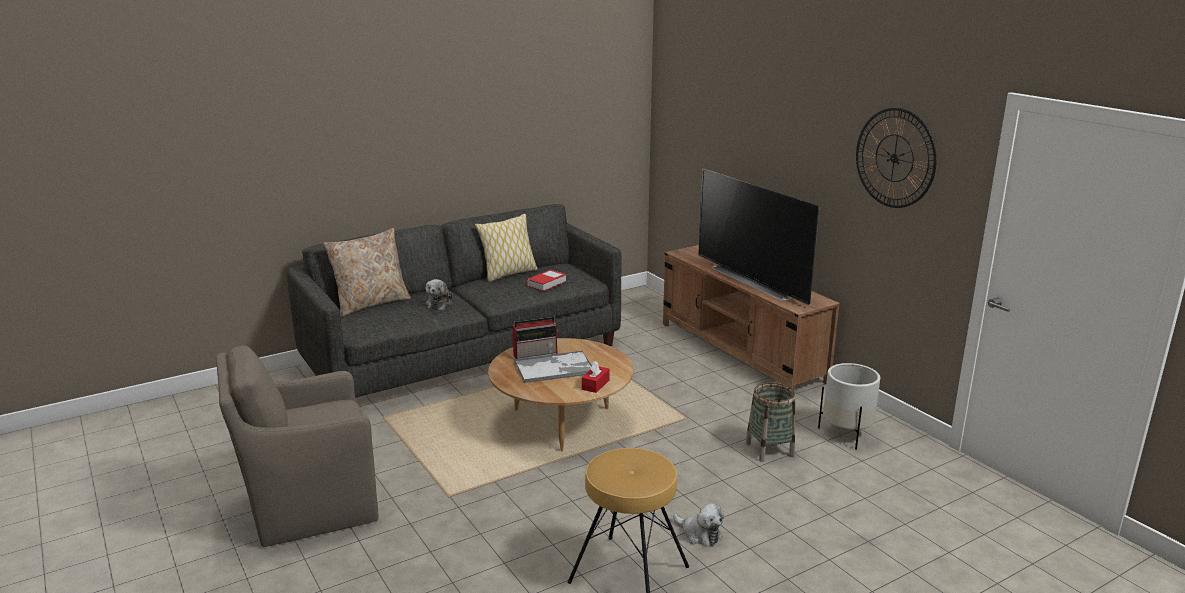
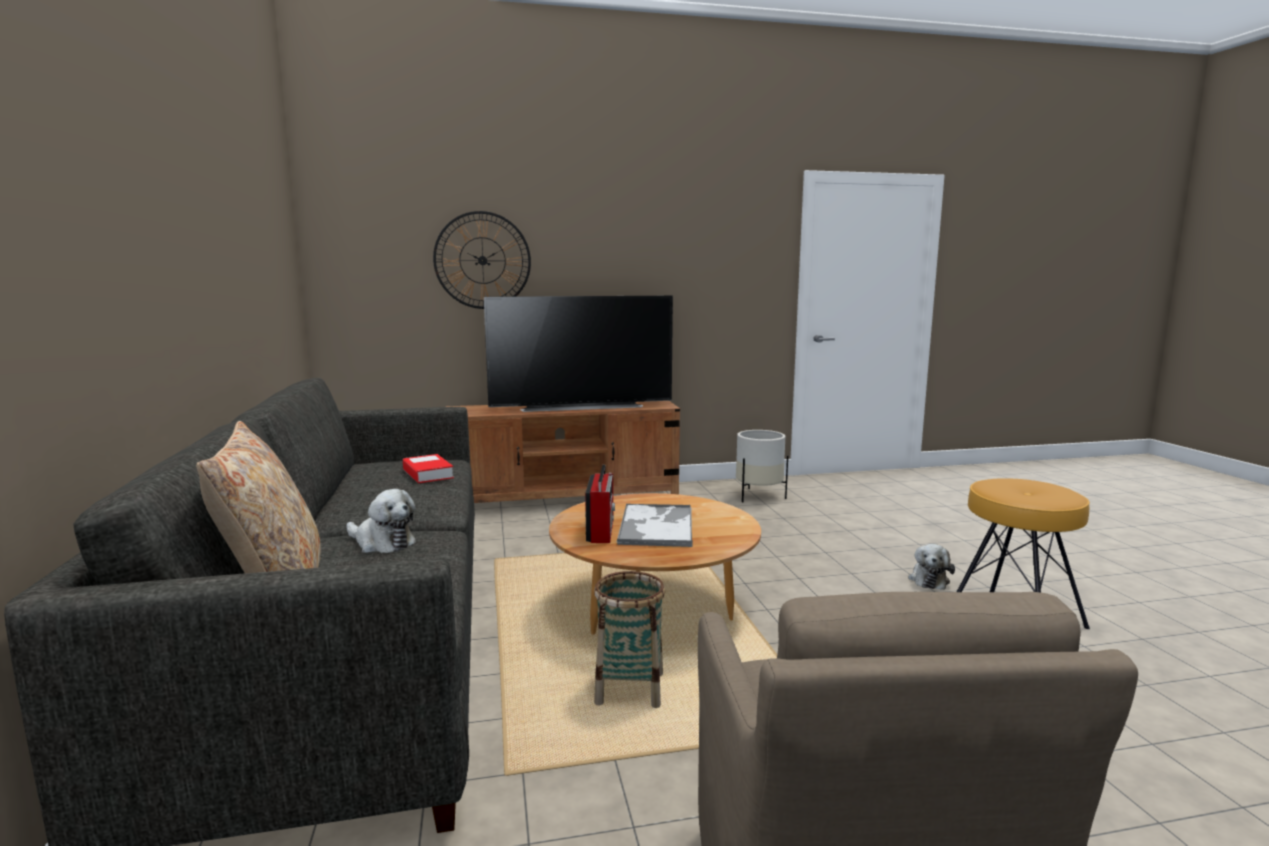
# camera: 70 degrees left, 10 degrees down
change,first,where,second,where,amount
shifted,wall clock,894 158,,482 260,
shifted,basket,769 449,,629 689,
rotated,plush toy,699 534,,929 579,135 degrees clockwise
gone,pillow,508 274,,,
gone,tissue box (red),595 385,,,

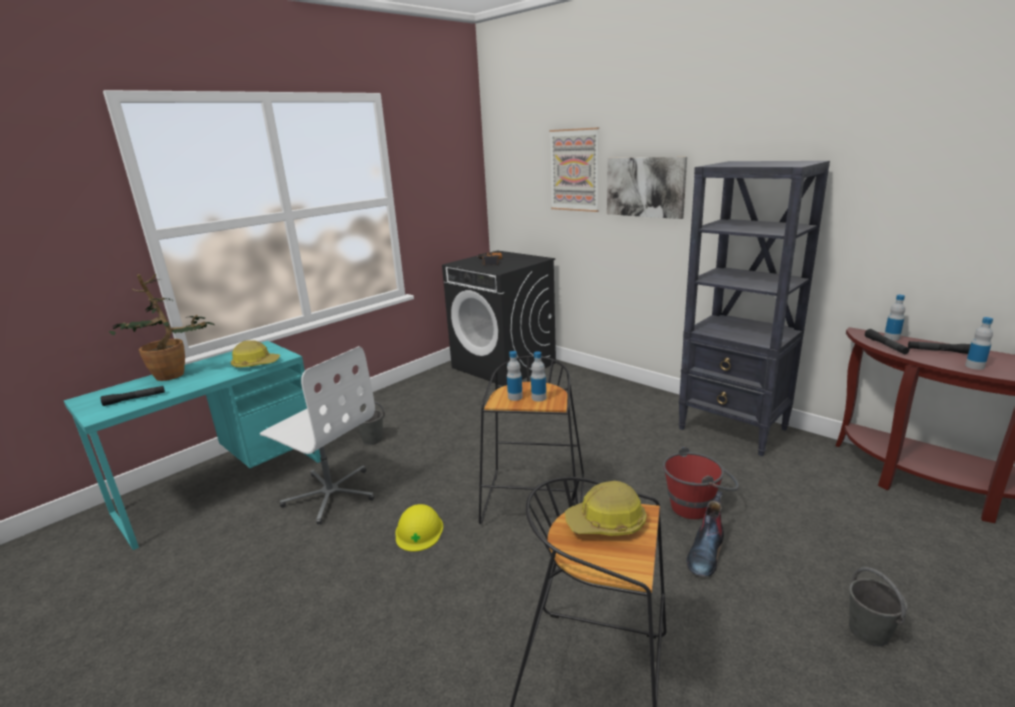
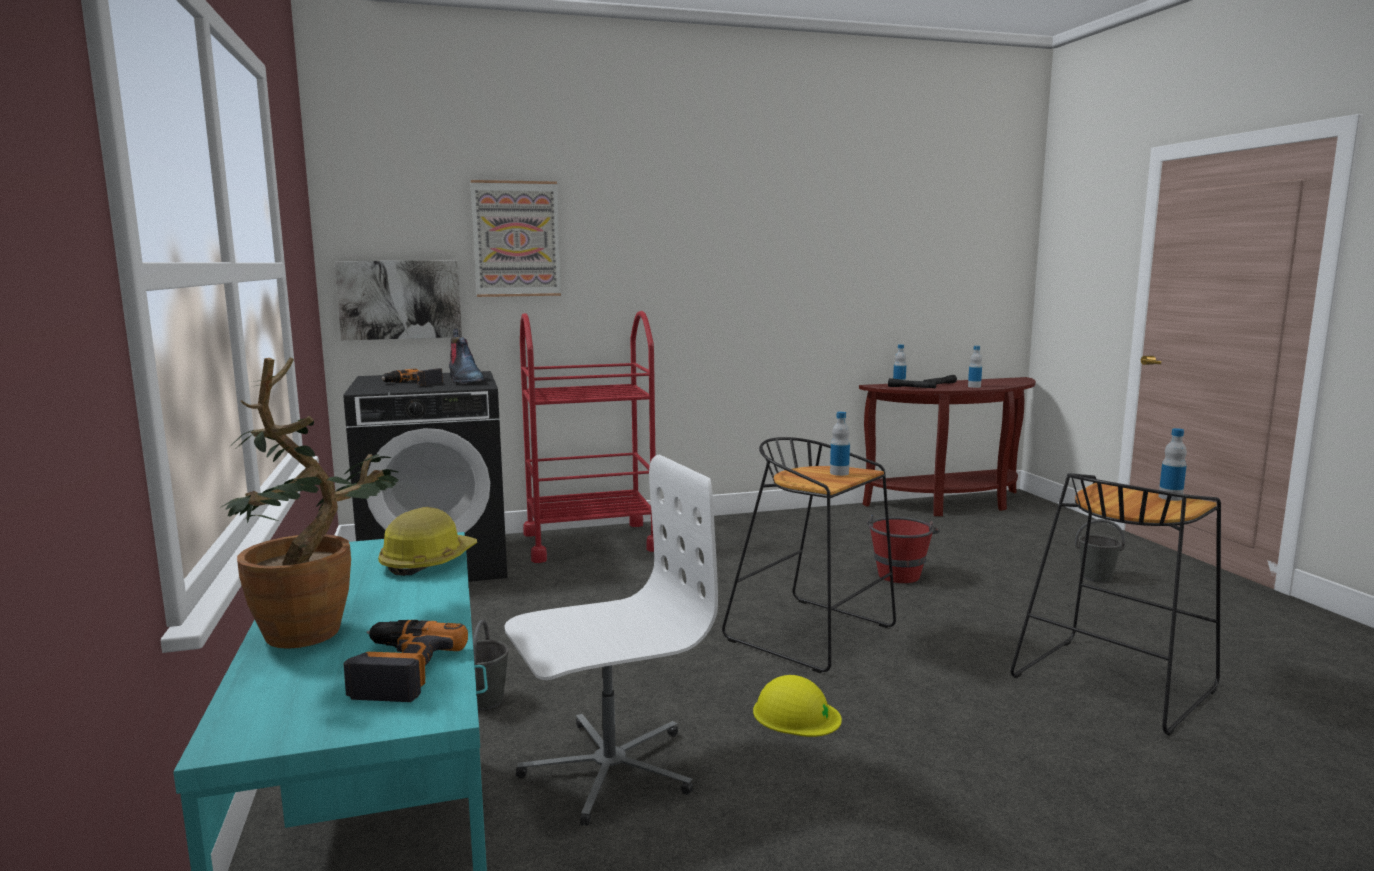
# camera: 60 degrees left, 10 degrees down
change,first,where,second,where,amount
shifted,picture,645 187,,400 299,
swapped,flashlight (black),135 399,power drill,396 669,
shifted,boot,705 553,,465 381,
new,,,cart (red),590 542,
shifted,bottle,515 397,,1170 497,
gone,hard hat,606 523,,,
gone,bookcase (black),733 429,,,

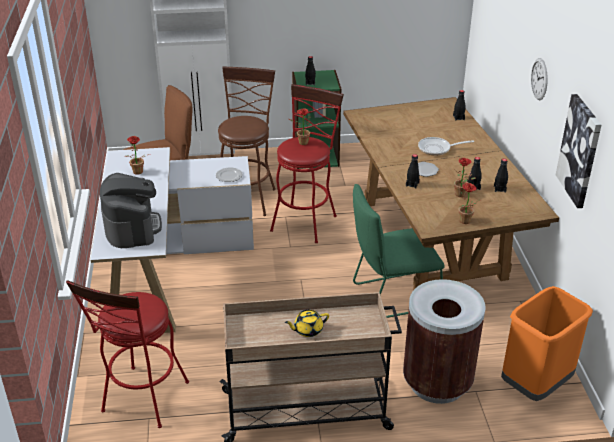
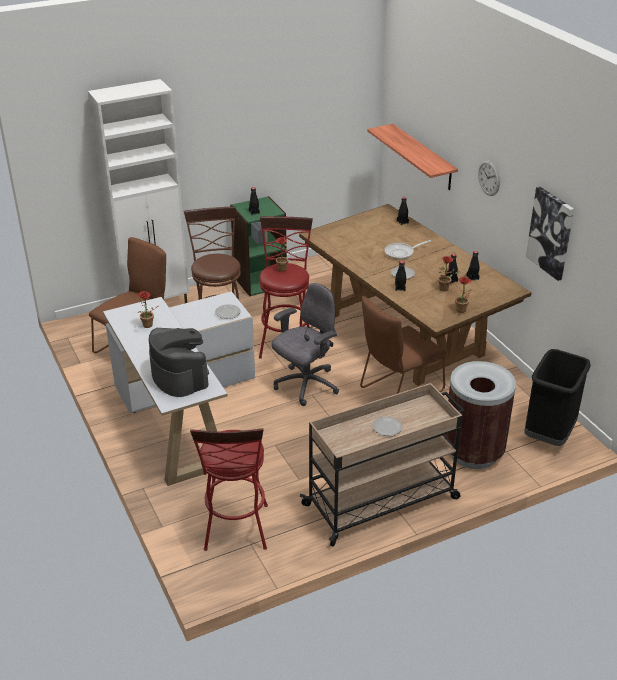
# camera: 20 degrees left, 0 degrees up
change,first,where,second,where,amount
new,,,office chair (grey),305 385,
repainted,chair (green),392 296,chair (brown),398 391,
new,,,shelf,423 157,
swapped,teapot (yellow),307 330,plate,387 427,
repainted,trash can (orange),535 384,trash can (black),548 434,

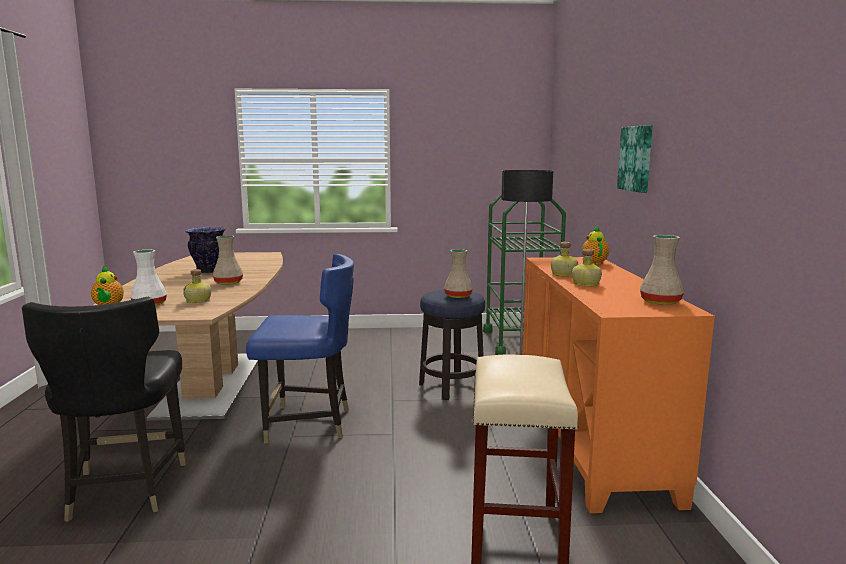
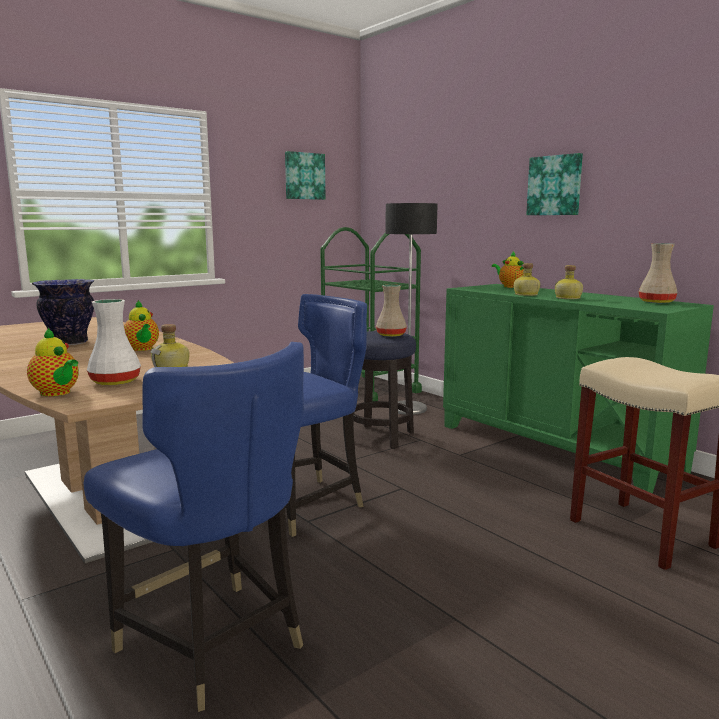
# camera: 35 degrees left, 0 degrees up
change,first,where,second,where,amount
repainted,chair (black),124 490,chair (blue),212 644,
swapped,vase (beige),228 283,teapot,142 349,
new,,,picture,304 176,
repainted,cabinet (orange),592 439,cabinet (green),555 447,

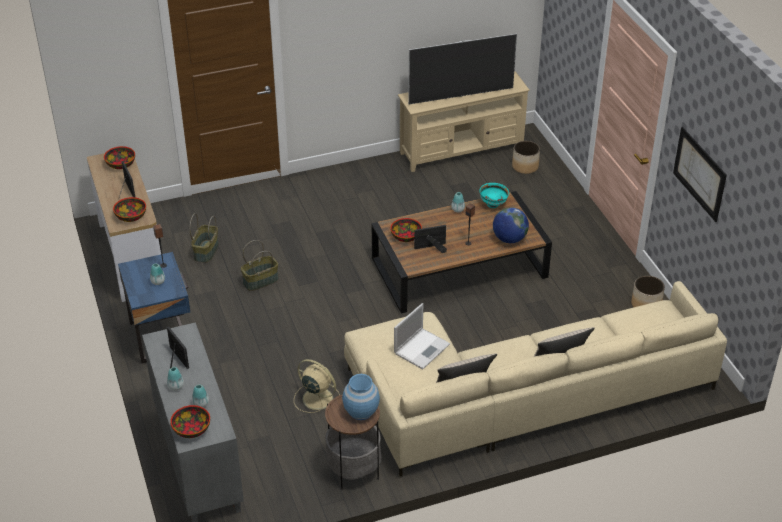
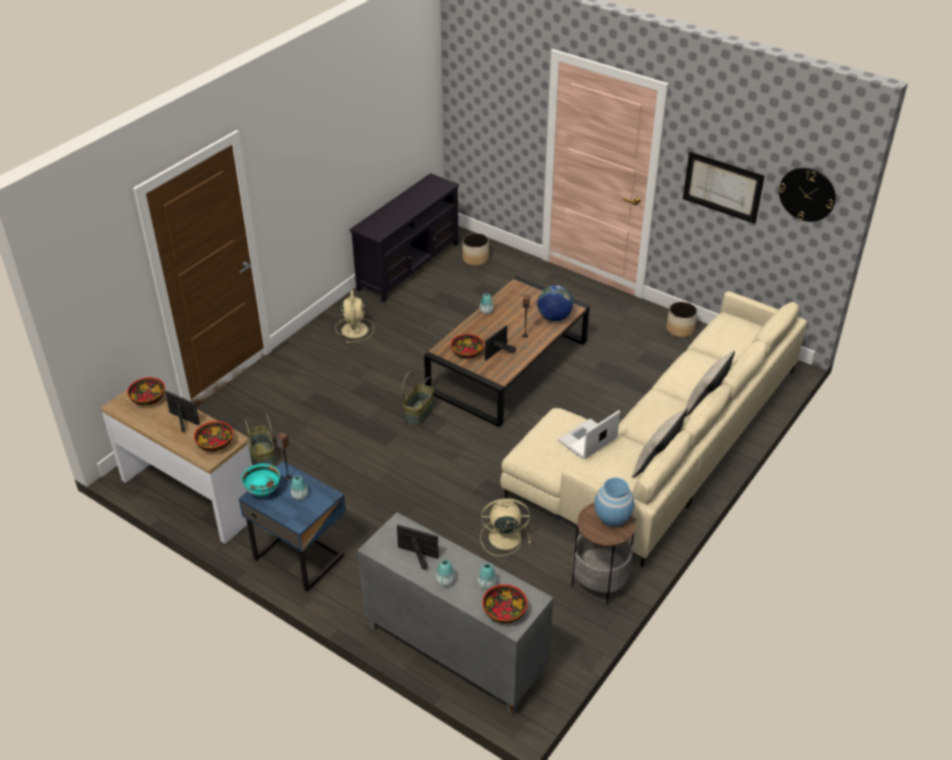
# camera: 35 degrees left, 0 degrees up
change,first,where,second,where,amount
shifted,bowl (turquoise),493 204,,263 491,
new,,,fan (beige),354 329,
repainted,tv stand (beige),461 150,tv stand (black),408 267,
shifted,basket,260 281,,418 412,
rotated,laptop,422 348,,587 440,135 degrees counterclockwise
new,,,wall clock,807 194,
gone,television,460 96,,,

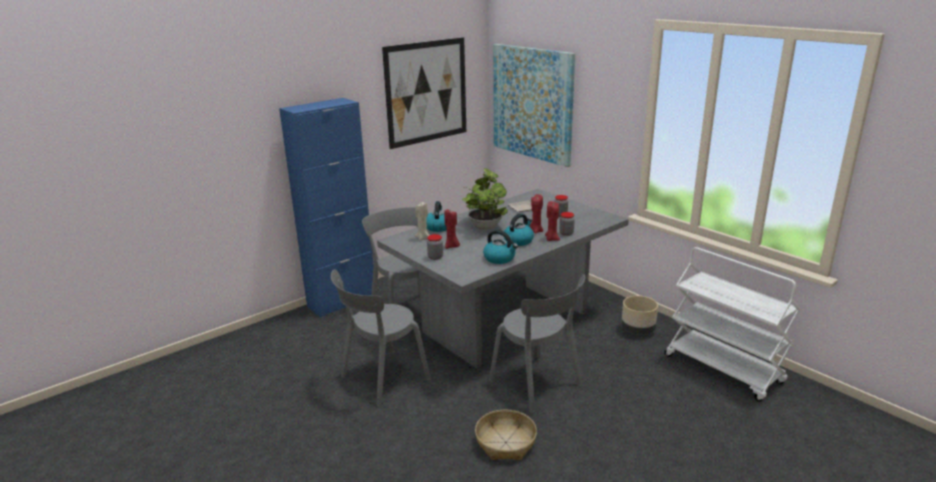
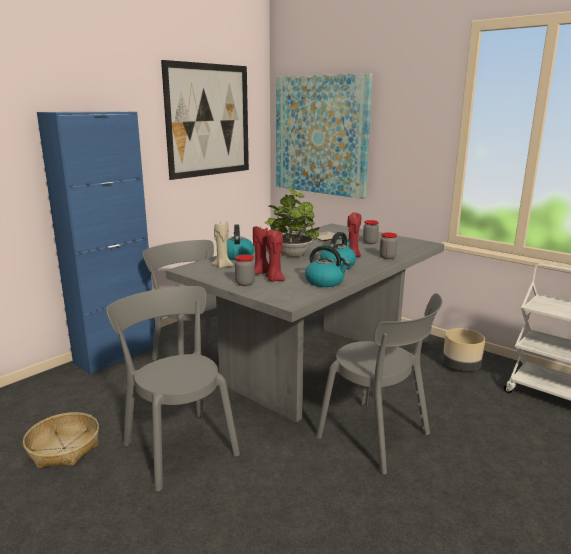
# camera: 10 degrees left, 5 degrees down
change,first,where,second,where,amount
shifted,basket,506 442,,64 448,
rotated,chair (grey),381 379,,178 446,105 degrees clockwise
shifted,candle (red),551 239,,274 280,

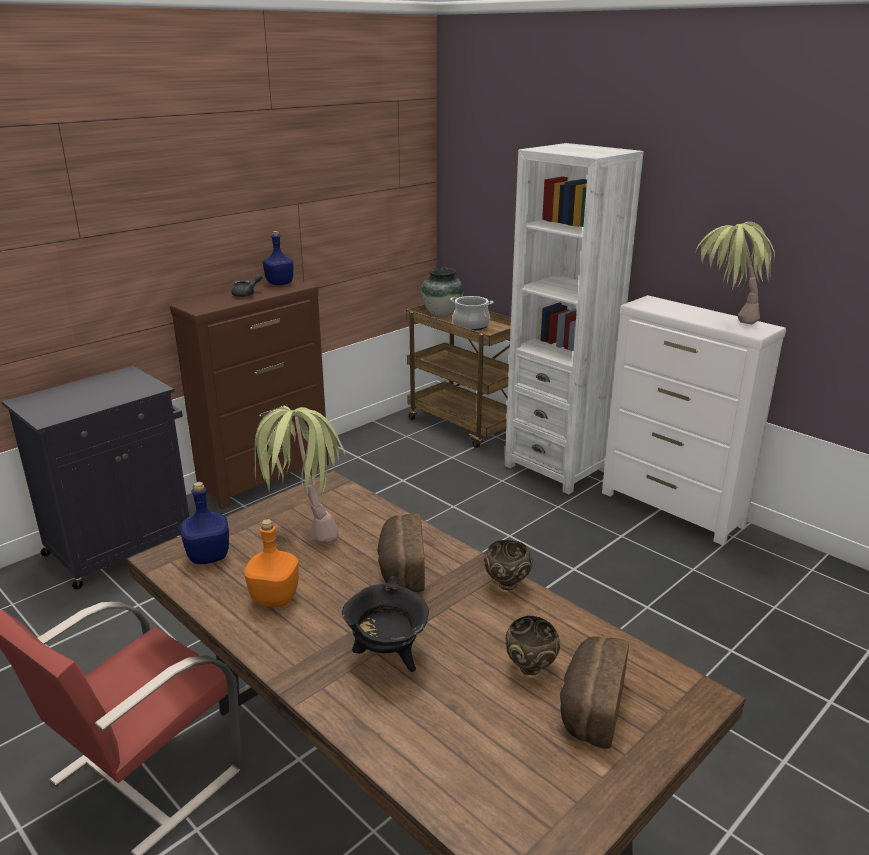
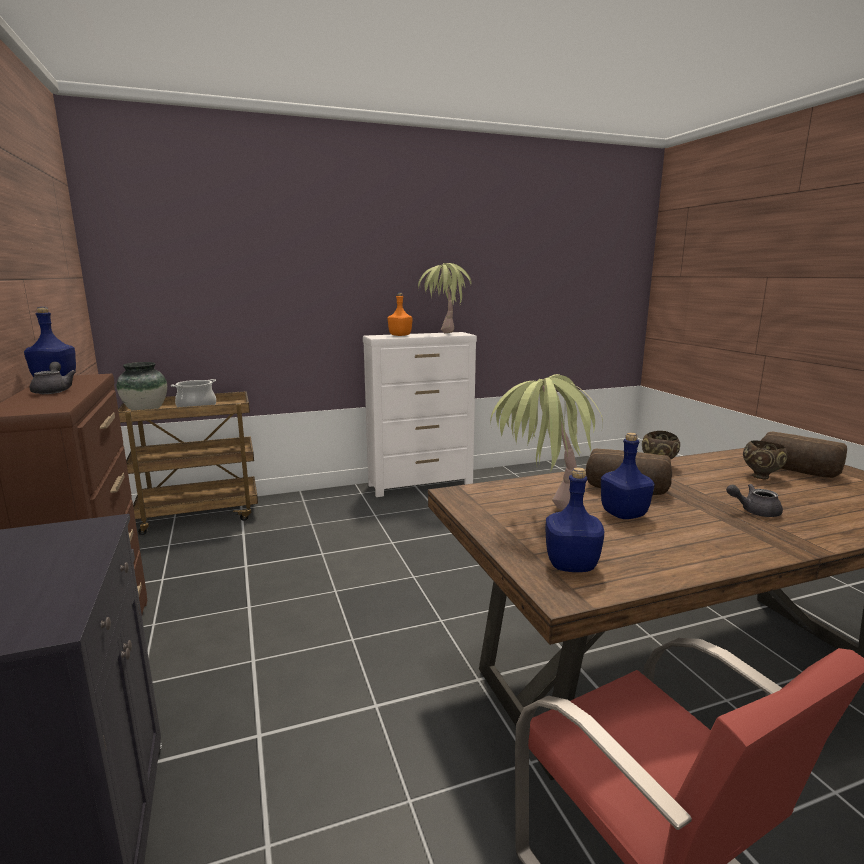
# camera: 65 degrees left, 10 degrees down
change,first,where,second,where,amount
shifted,bottle (orange),273 598,,400 335,
new,,,bottle (blue),623 514,
swapped,cooking pot (black),388 656,teapot (grey),754 511,
gone,bookcase (white),557 468,,,

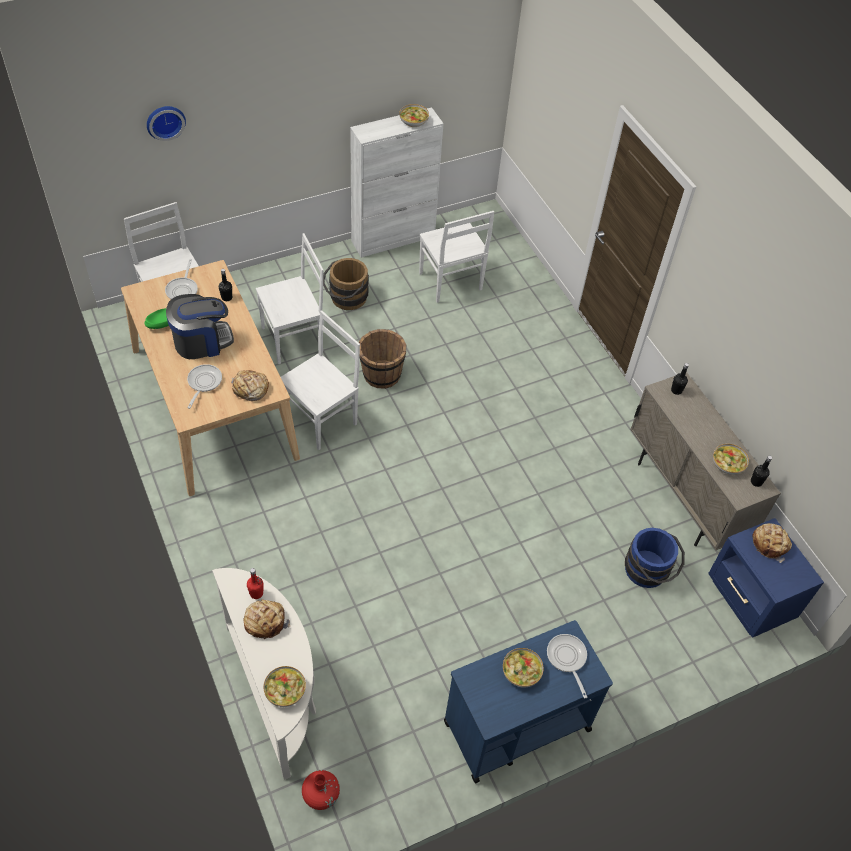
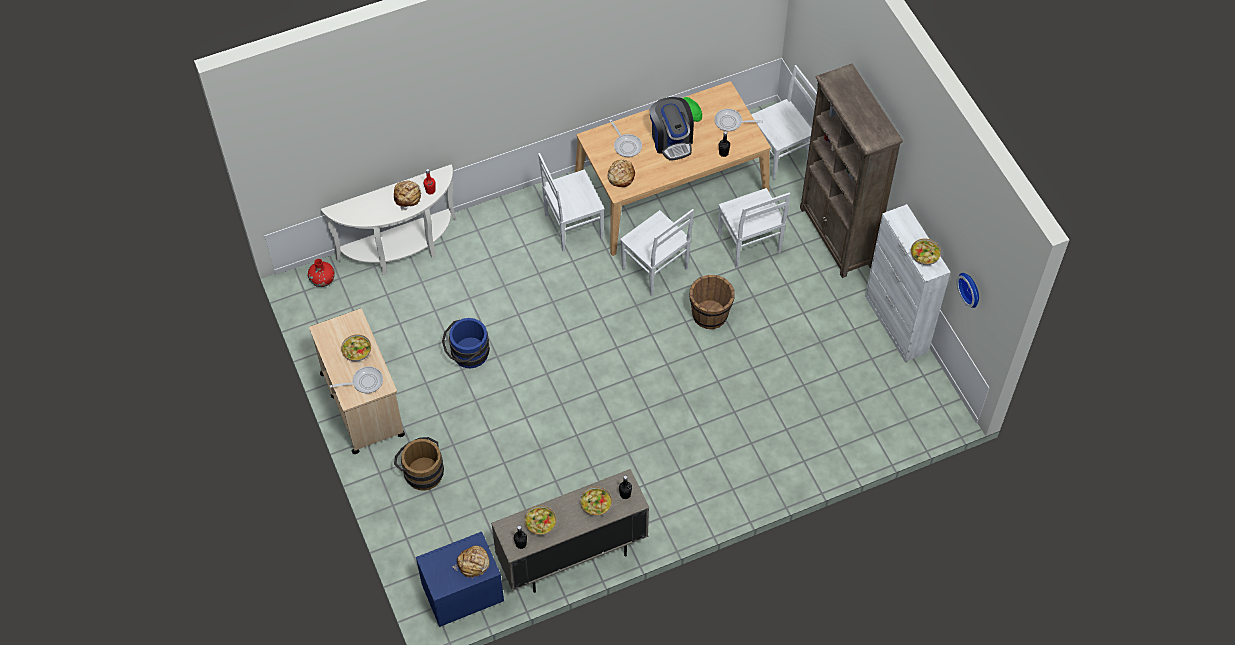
# camera: 95 degrees right, 5 degrees up
change,first,where,second,where,amount
repainted,cart (blue),516 726,cart (beige),362 403,
shifted,bucket (brown),346 299,,421 471,
shifted,bucket (blue),649 572,,467 355,
shifted,chair (white),451 283,,572 226,
shifted,bowl,285 690,,596 505,
rotated,frying pan,203 383,,626 145,45 degrees clockwise
new,,,bookcase (brown),837 237,
shifted,wall clock,165 121,,971 289,

